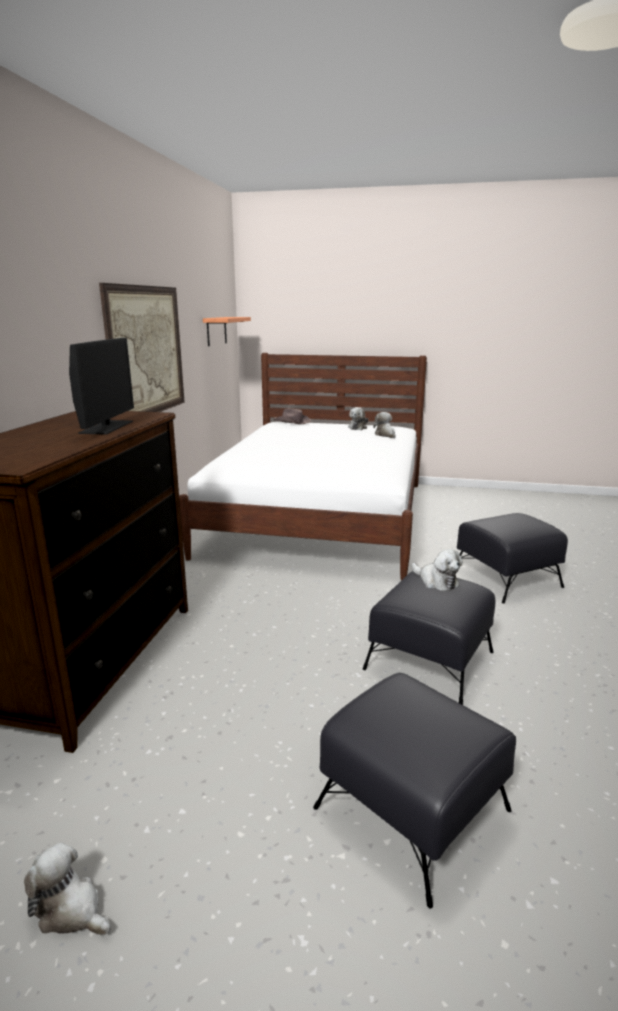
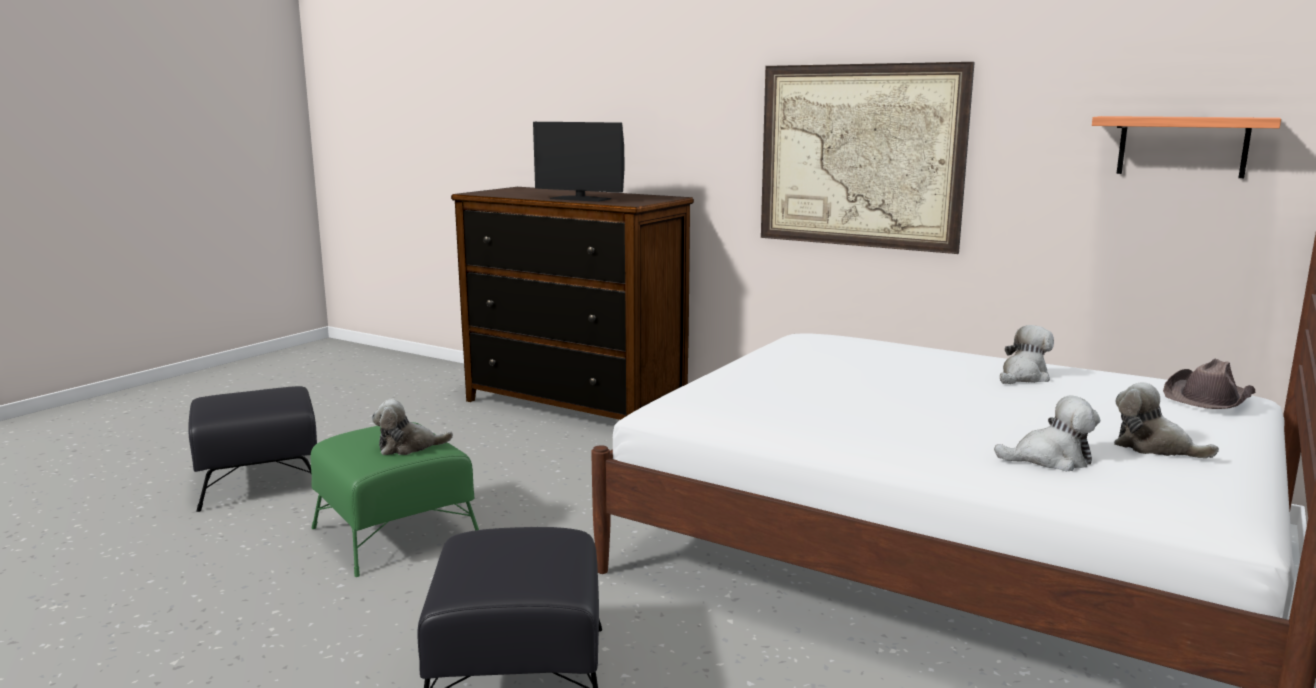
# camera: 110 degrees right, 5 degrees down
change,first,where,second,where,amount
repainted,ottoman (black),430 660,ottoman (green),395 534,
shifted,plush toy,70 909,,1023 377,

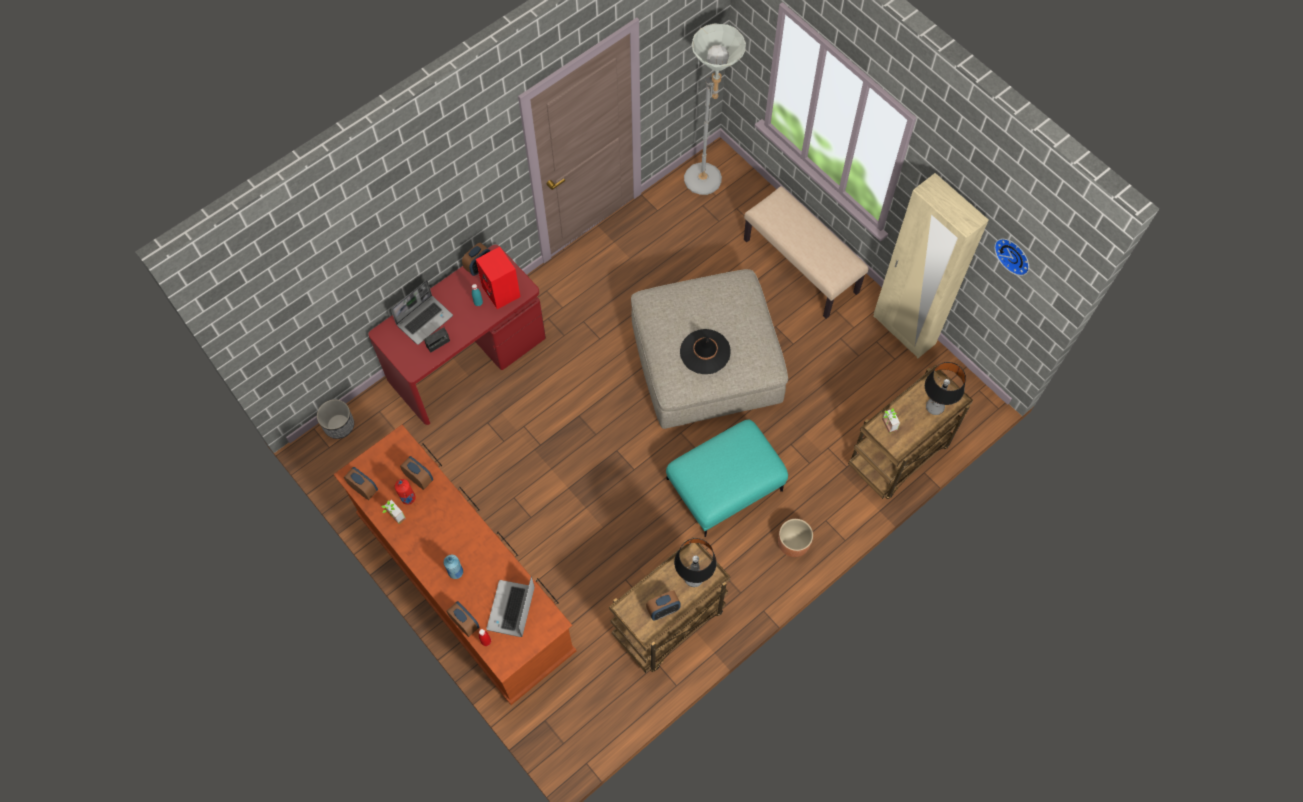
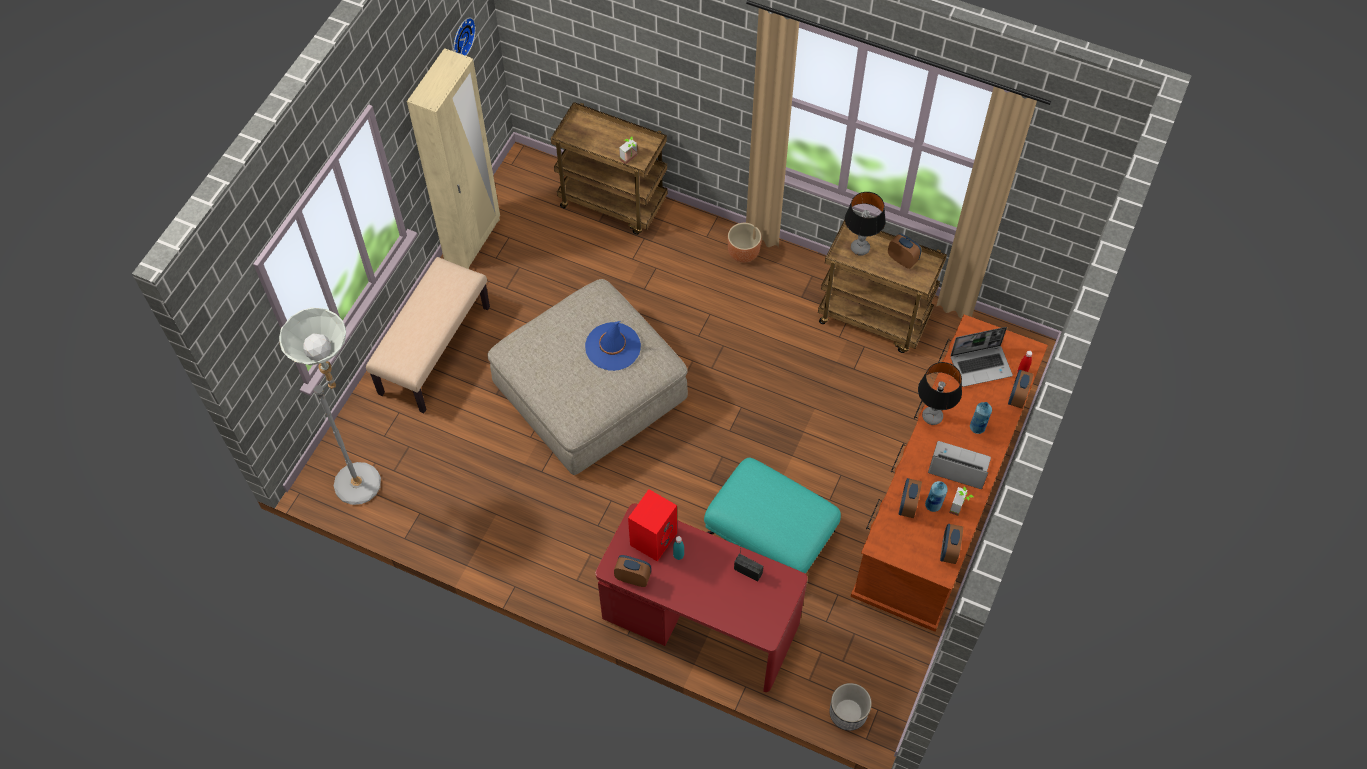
# camera: 115 degrees left, 5 degrees down
change,first,where,second,where,amount
repainted,hat (black),705 352,hat (blue),613 347,
shifted,ottoman (turquoise),725 487,,771 534,
shifted,table lamp,934 407,,932 417,
repainted,bottle (red),408 498,bottle (blue),933 505,
shifted,laptop,425 319,,957 467,

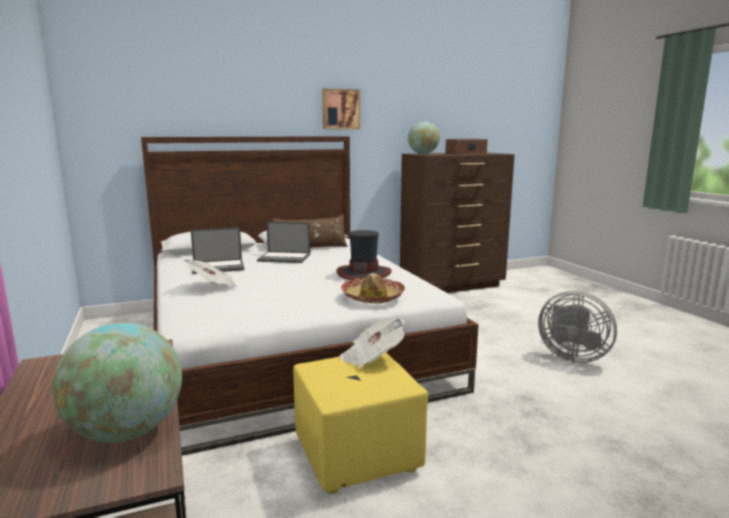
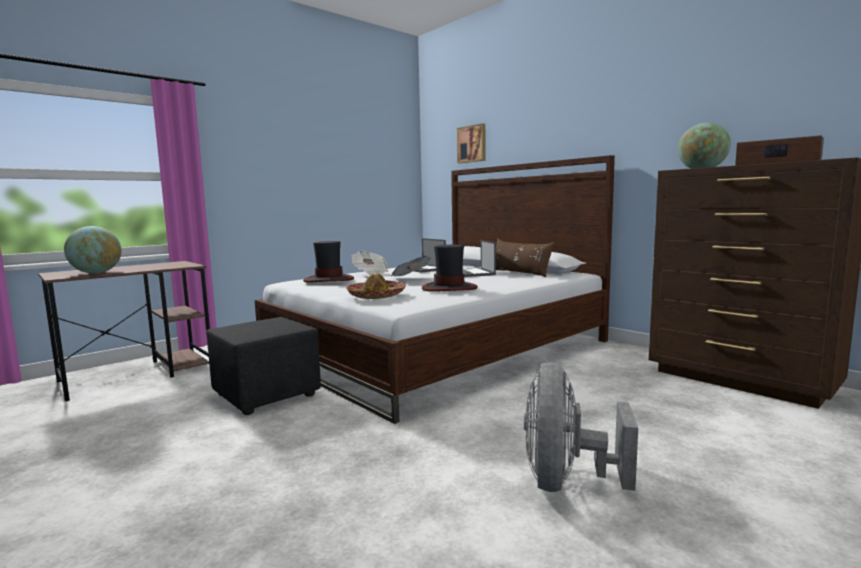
# camera: 70 degrees right, 5 degrees down
change,first,where,second,where,amount
repainted,ottoman (yellow),357 455,ottoman (black),268 395,
new,,,hat,328 279,
shifted,newspaper,372 358,,410 278,
shifted,picture,340 109,,472 144,

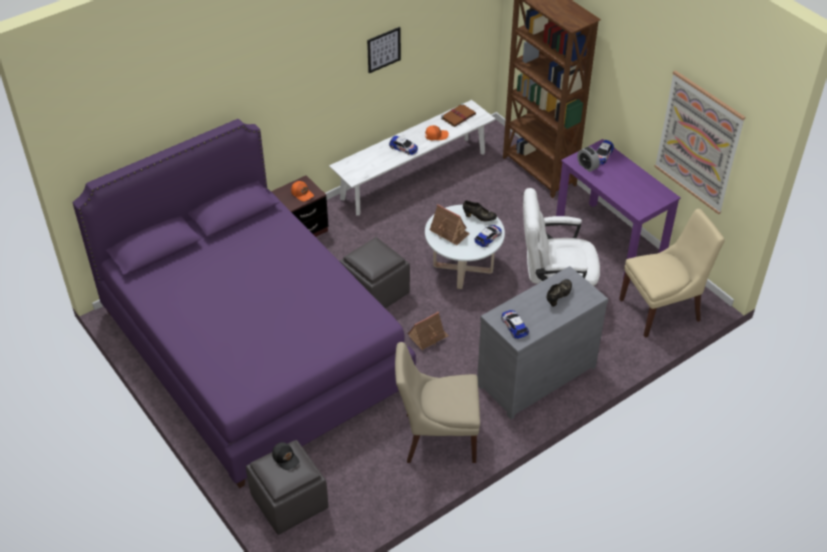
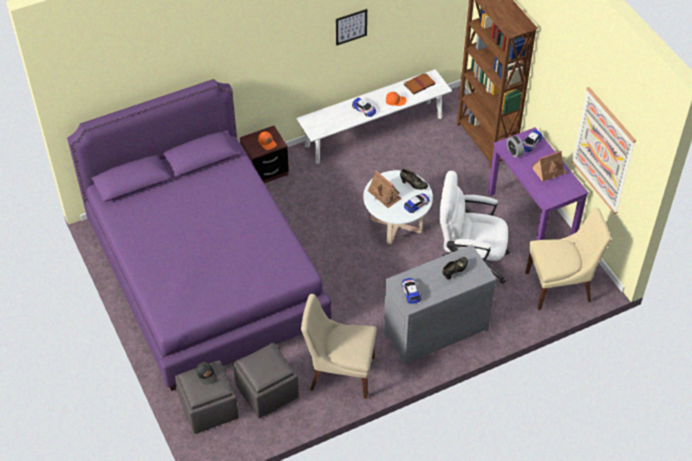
# camera: 10 degrees right, 5 degrees up
change,first,where,second,where,amount
shifted,ottoman (grey),376 292,,268 392,
shifted,toy house,428 336,,549 171,

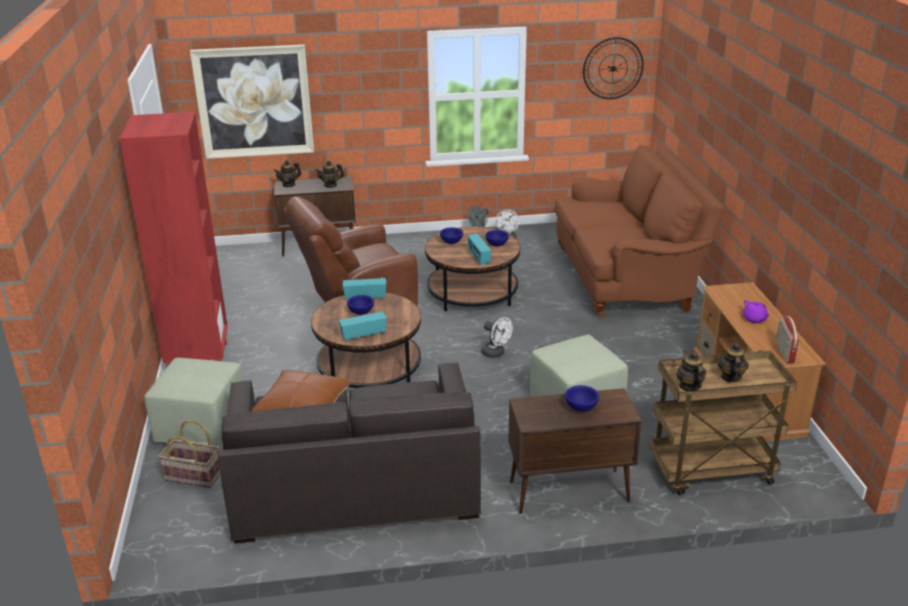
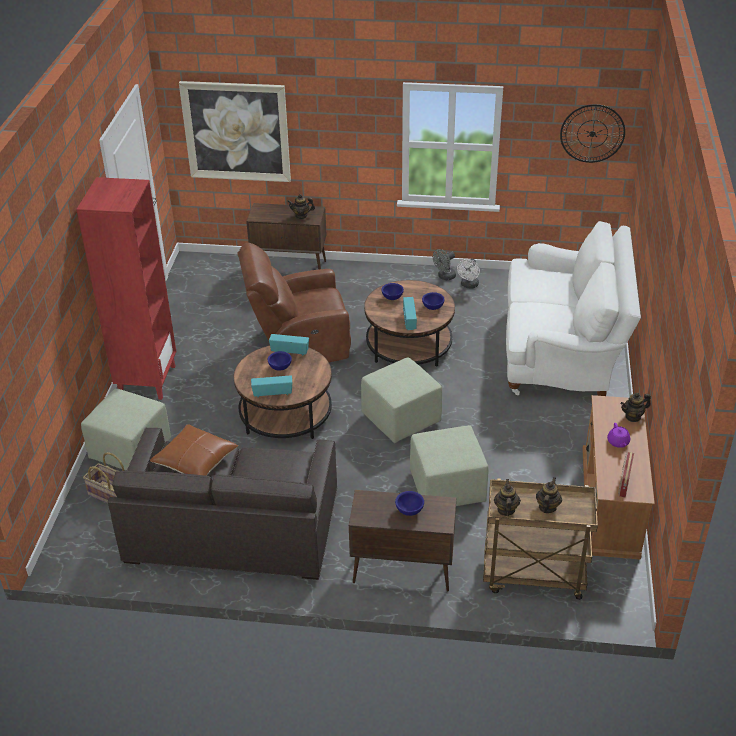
# camera: 15 degrees right, 10 degrees up
change,first,where,second,where,amount
swapped,fan (white),496 353,ottoman (green),401 418,
repainted,sofa (brown),626 279,sofa (white),562 352,
shifted,teapot,289 185,,633 416,

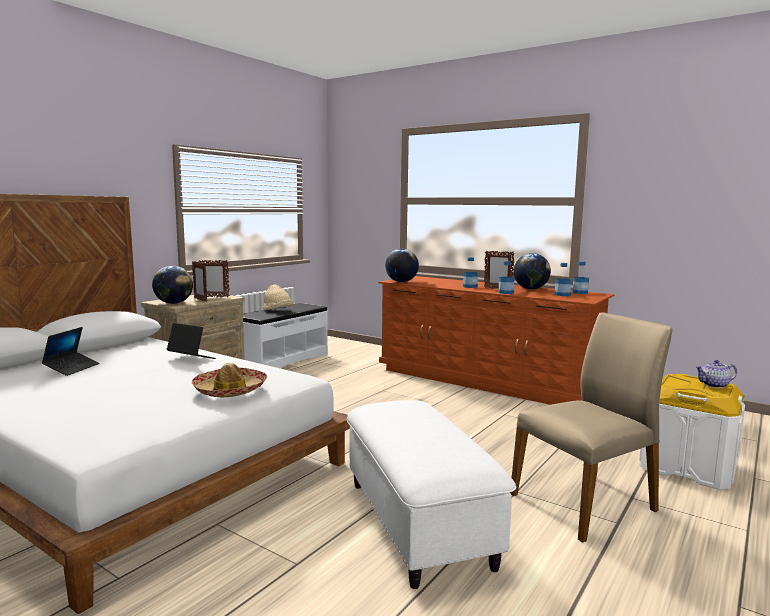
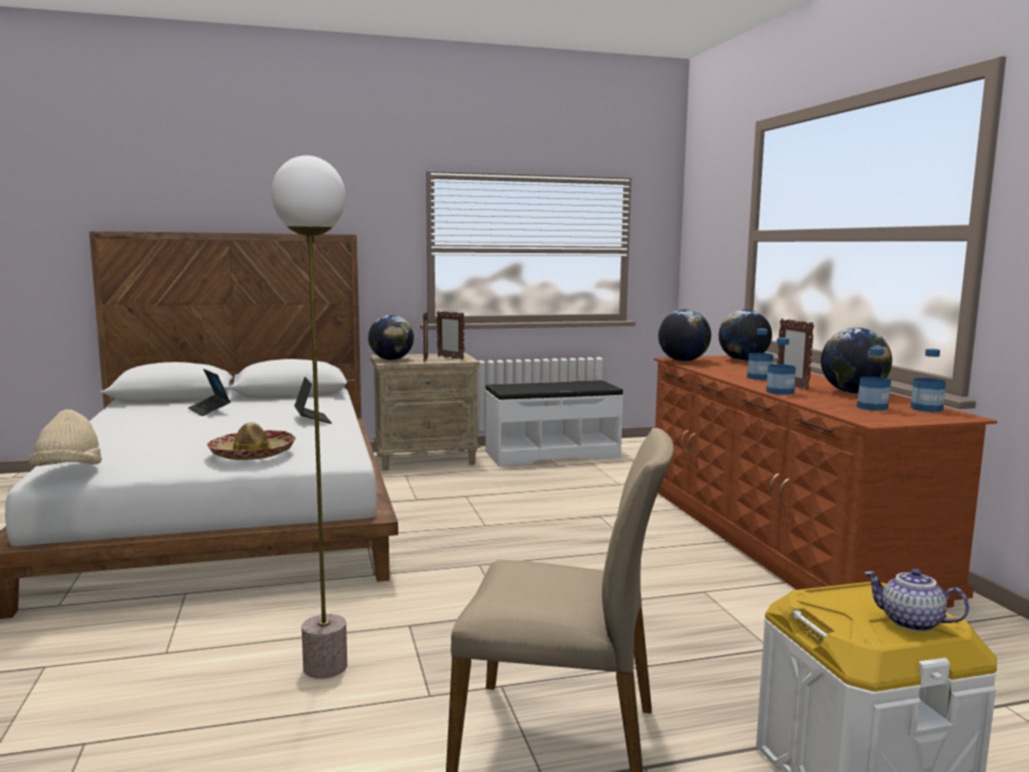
# camera: 40 degrees right, 0 degrees up
change,first,where,second,where,amount
shifted,hat (beige),277 311,,69 471,
rotated,laptop,72 368,,209 410,90 degrees clockwise
swapped,ottoman (white),415 523,floor lamp,325 666,
new,,,globe,743 360,

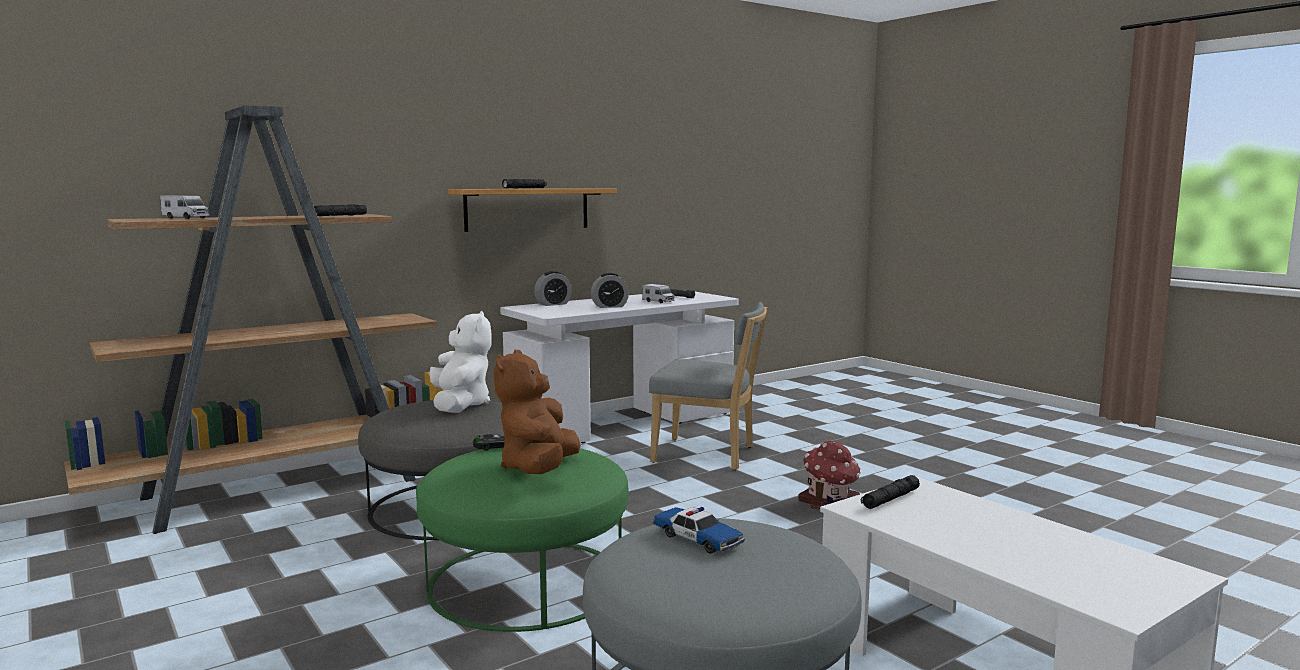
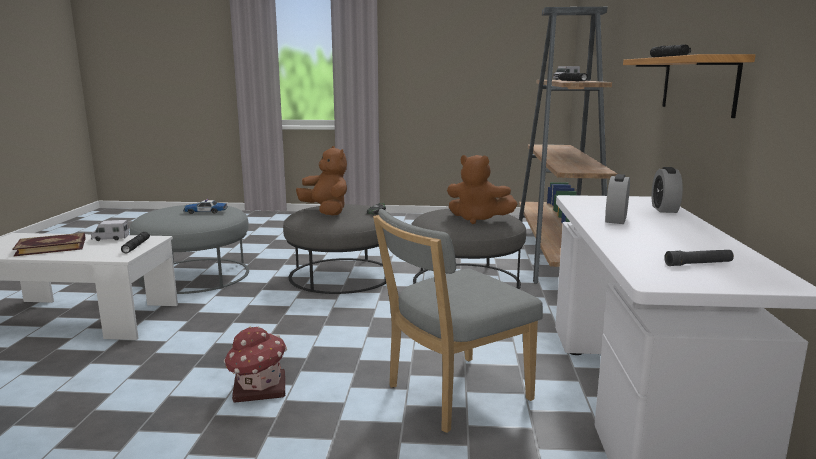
# camera: 130 degrees right, 5 degrees up
change,first,where,second,where,amount
new,,,book,51 246,
shifted,toy truck,658 301,,110 238,
repainted,ottoman (green),526 582,ottoman (grey),341 275,
repainted,plush toy (white),460 405,plush toy (brown),478 219,

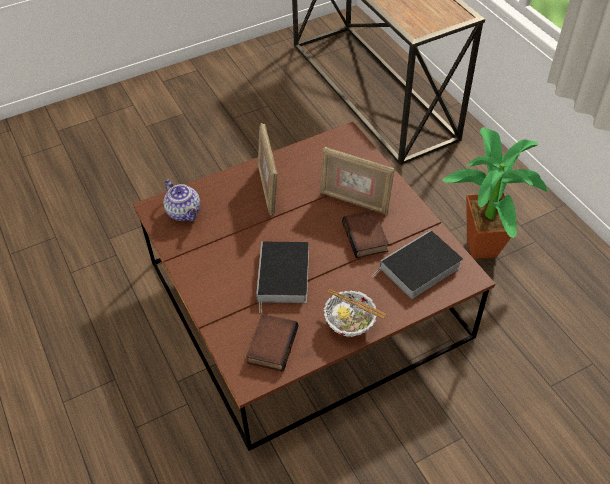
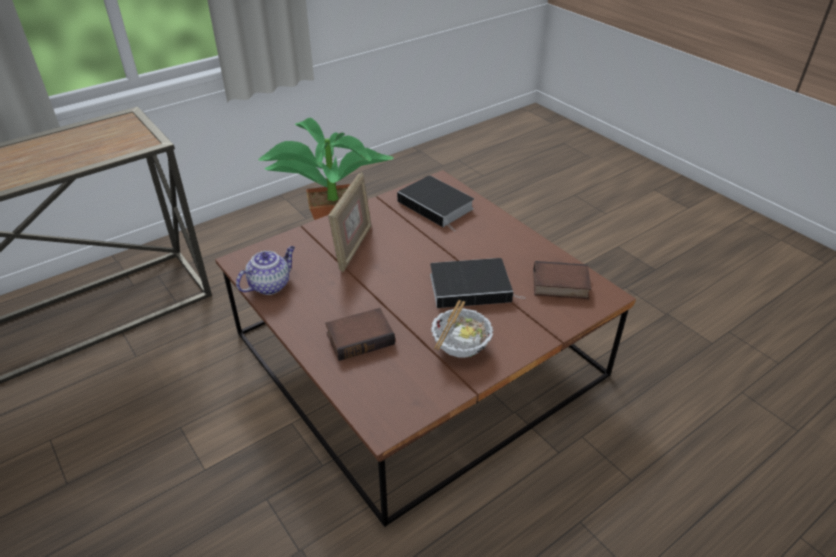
# camera: 100 degrees left, 10 degrees down
change,first,where,second,where,amount
shifted,teapot,184 212,,270 285,
shifted,book,366 238,,360 337,
shifted,bowl,350 323,,460 346,
gone,picture frame,268 189,,,

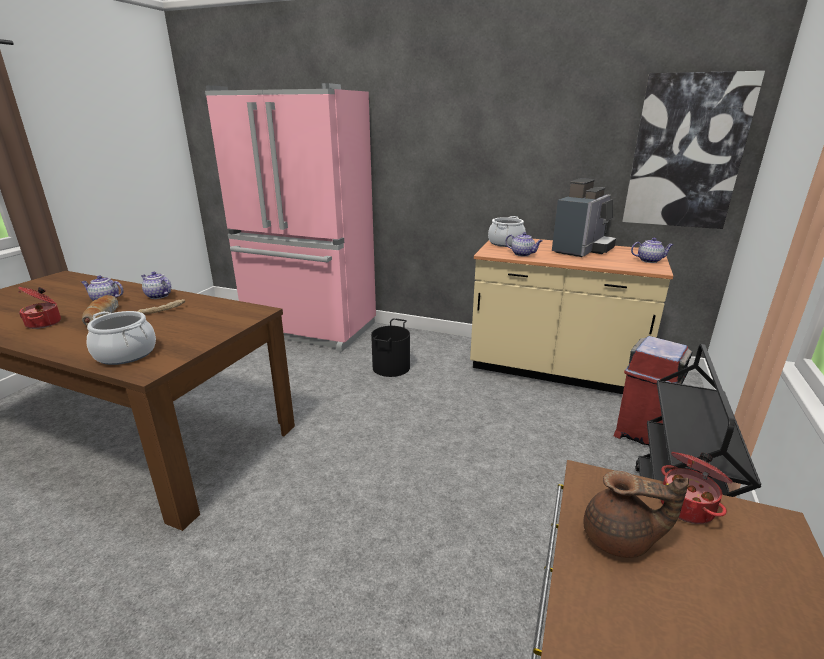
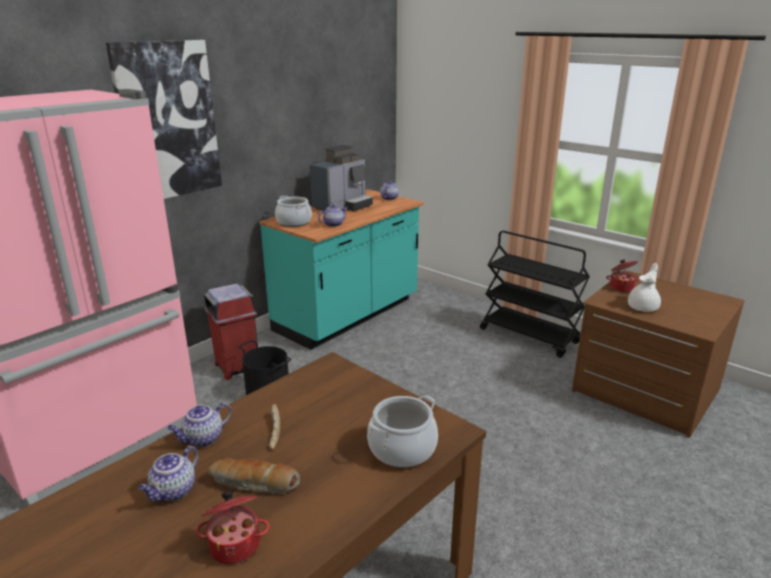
# camera: 70 degrees left, 0 degrees up
change,first,where,second,where,amount
shifted,picture,686 153,,168 121,
shifted,trash can (red),641 434,,237 366,
repainted,counter (beige),554 370,counter (turquoise),348 316,
rotated,coffee machine,582 249,,343 206,75 degrees clockwise
repainted,teapot (brown),619 540,teapot (white),643 307,

